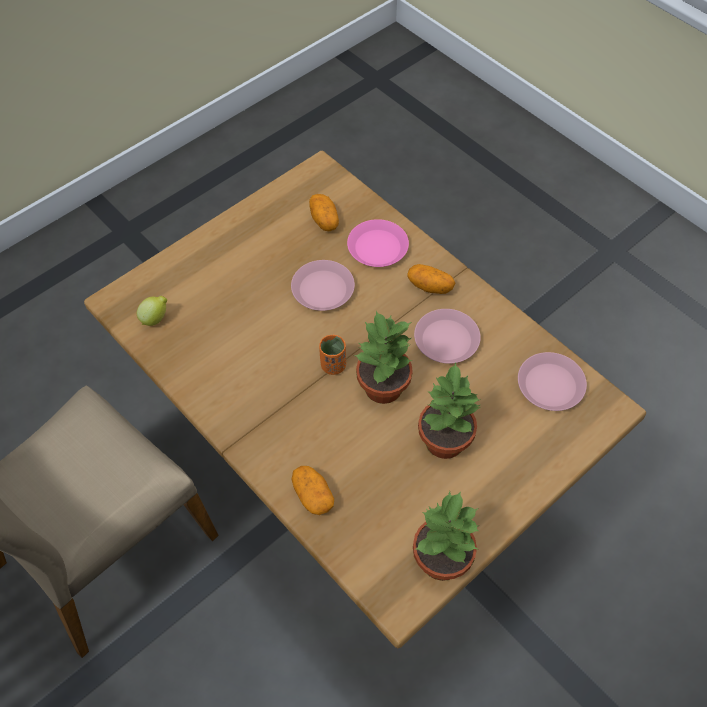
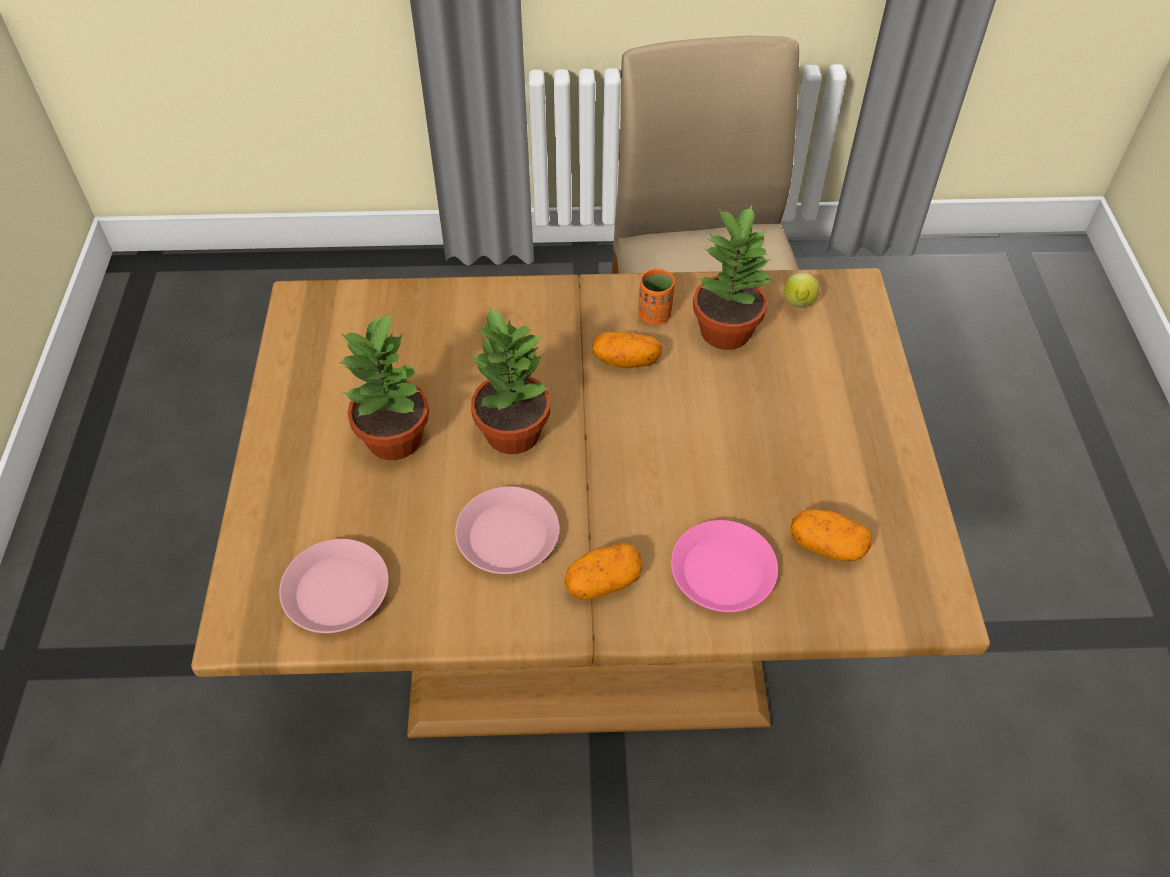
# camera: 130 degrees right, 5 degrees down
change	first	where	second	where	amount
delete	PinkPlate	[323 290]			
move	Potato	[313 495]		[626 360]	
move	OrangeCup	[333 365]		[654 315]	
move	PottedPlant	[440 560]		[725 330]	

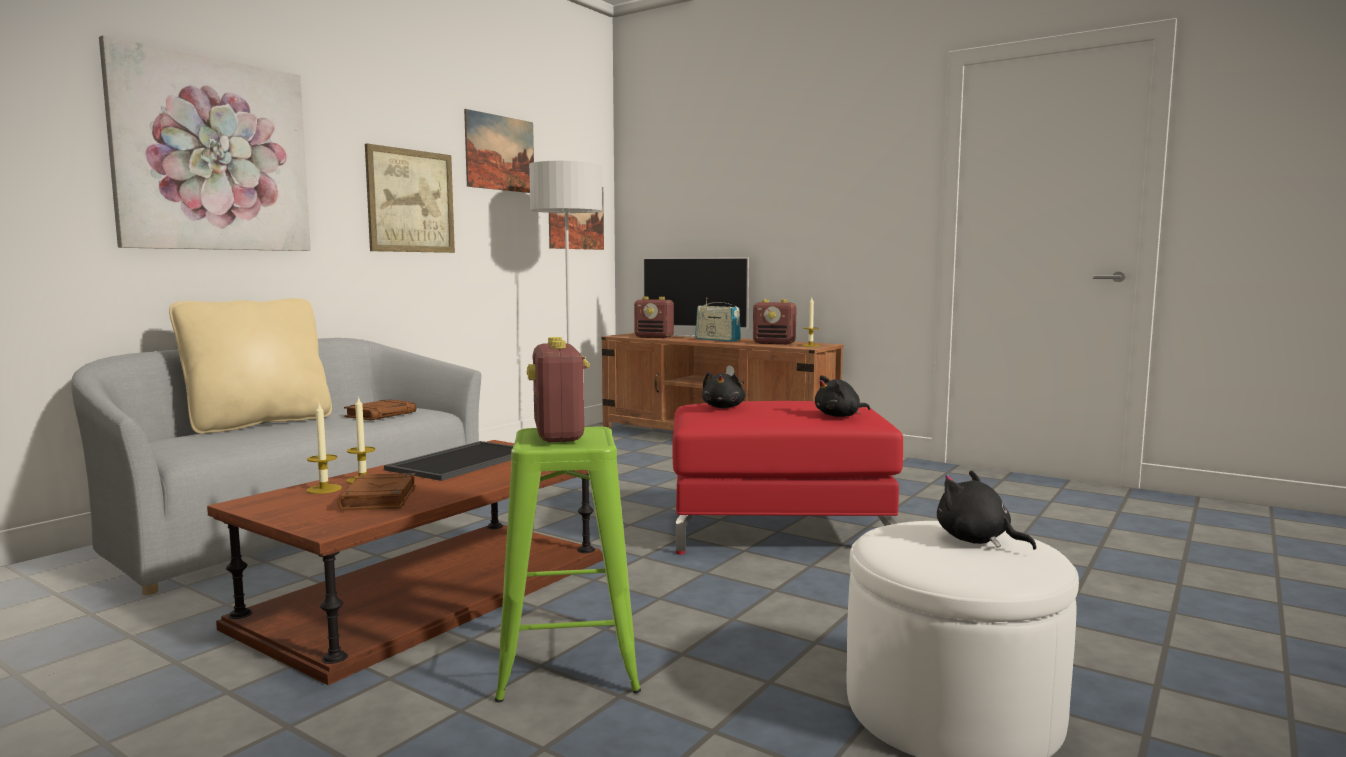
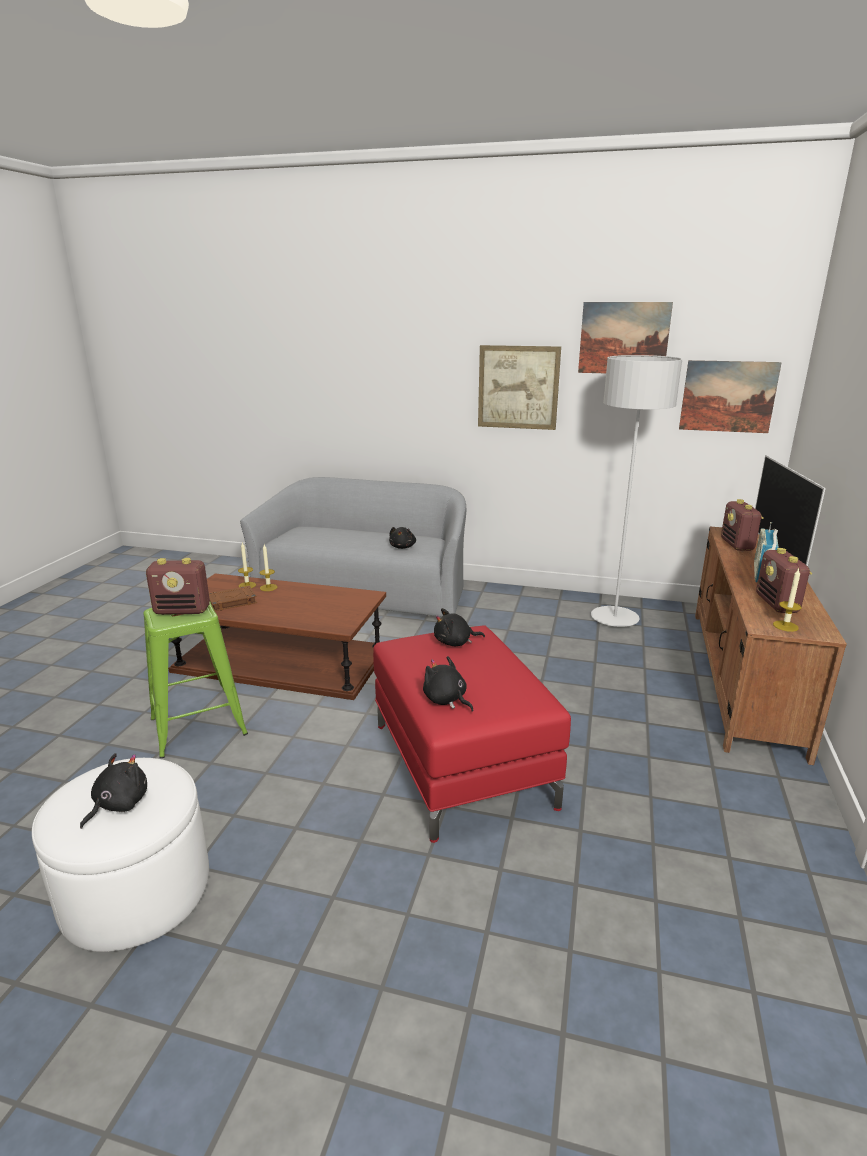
# camera: 70 degrees right, 15 degrees up
change	first	where	second	where	amount
delete	Picture	[213 155]			
delete	BeigePillow	[258 423]			
replace	BrownBook	[381 414]	BlackPlushToy	[403 547]	
delete	Tray	[463 462]			
rotate	Radio	[559 435]		[183 610]	150 degrees counterclockwise

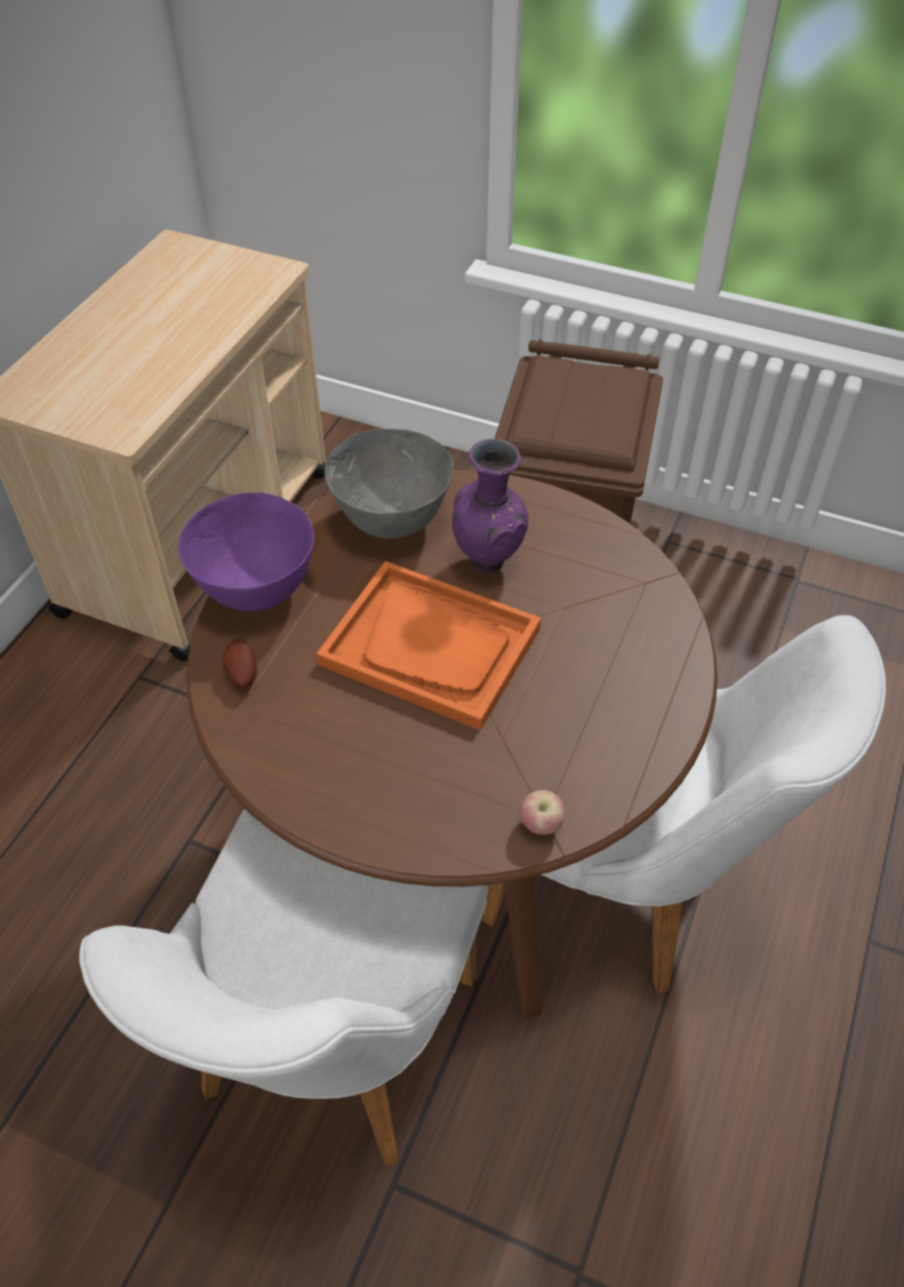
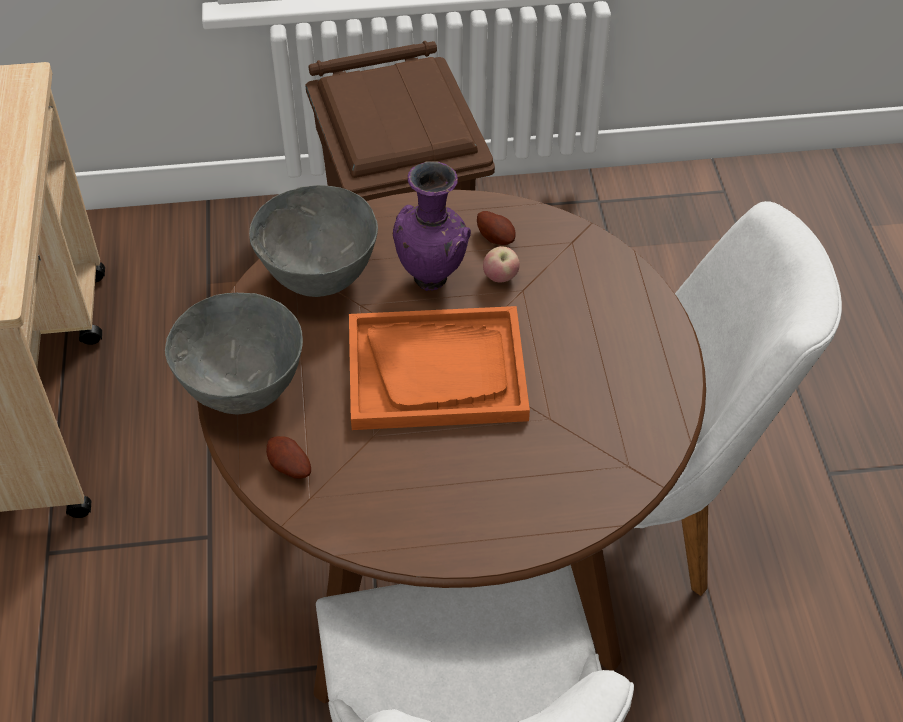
# camera: 30 degrees left, 0 degrees up
change	first	where	second	where	amount
recolor	PurpleBowl	[257 590]	GreyBowl	[244 389]	
move	Apple	[540 825]		[500 278]	
insert			Potato	[496 237]	

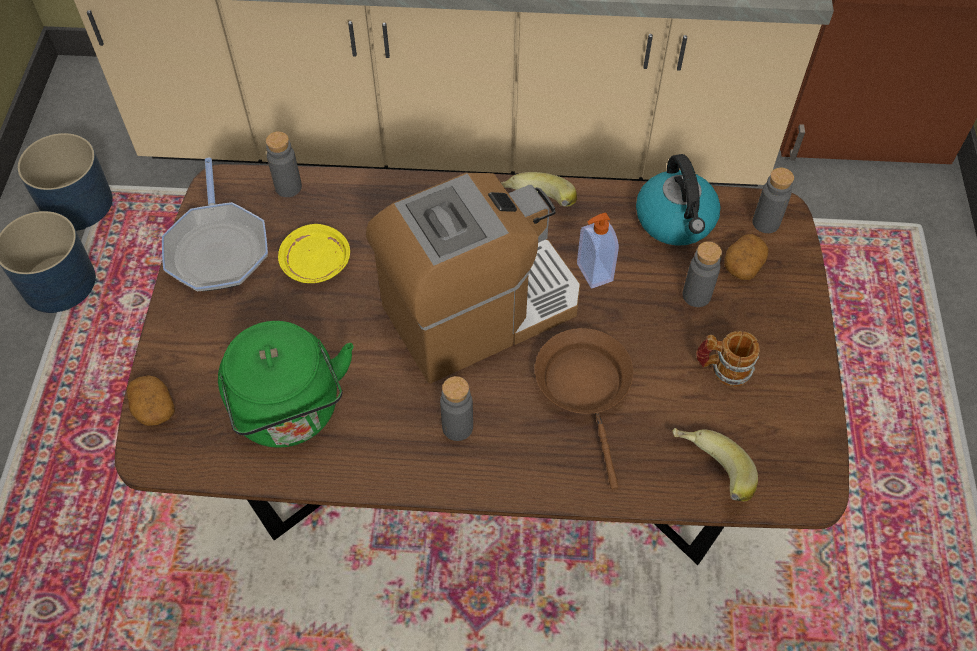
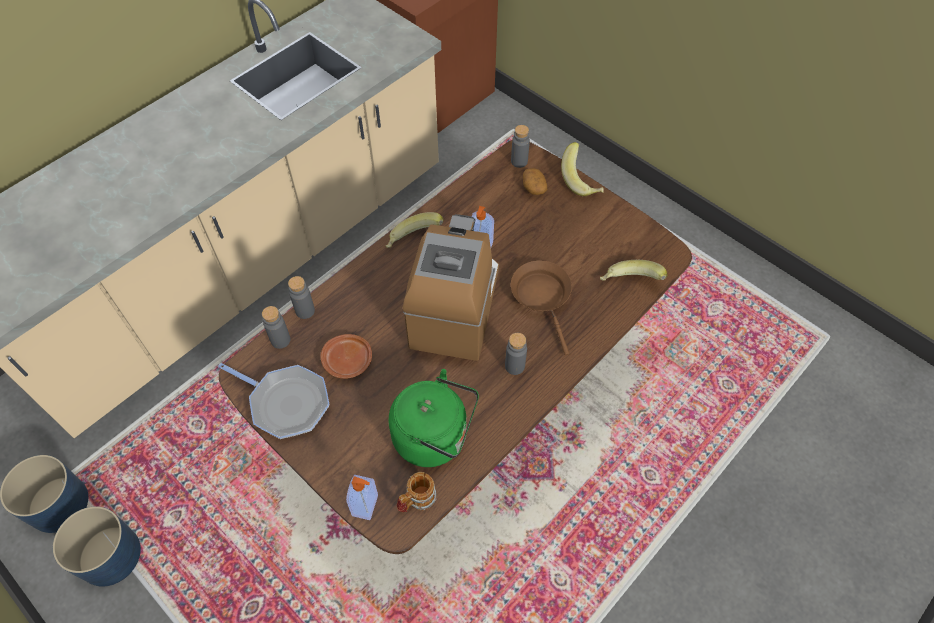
# camera: 50 degrees left, 0 degrees up
change	first	where	second	where	amount
replace	Potato	[153 408]	SoapDispenser	[366 505]	
recolor	YellowPlate	[316 263]	BrownPlate	[348 361]	
rotate	BrownFryingPan	[586 389]		[542 297]	45 degrees clockwise
delete	Kettle	[676 221]			
move	GreyBottle	[696 295]		[305 311]	
move	Mug	[722 369]		[416 501]	
insert			Banana	[582 181]	

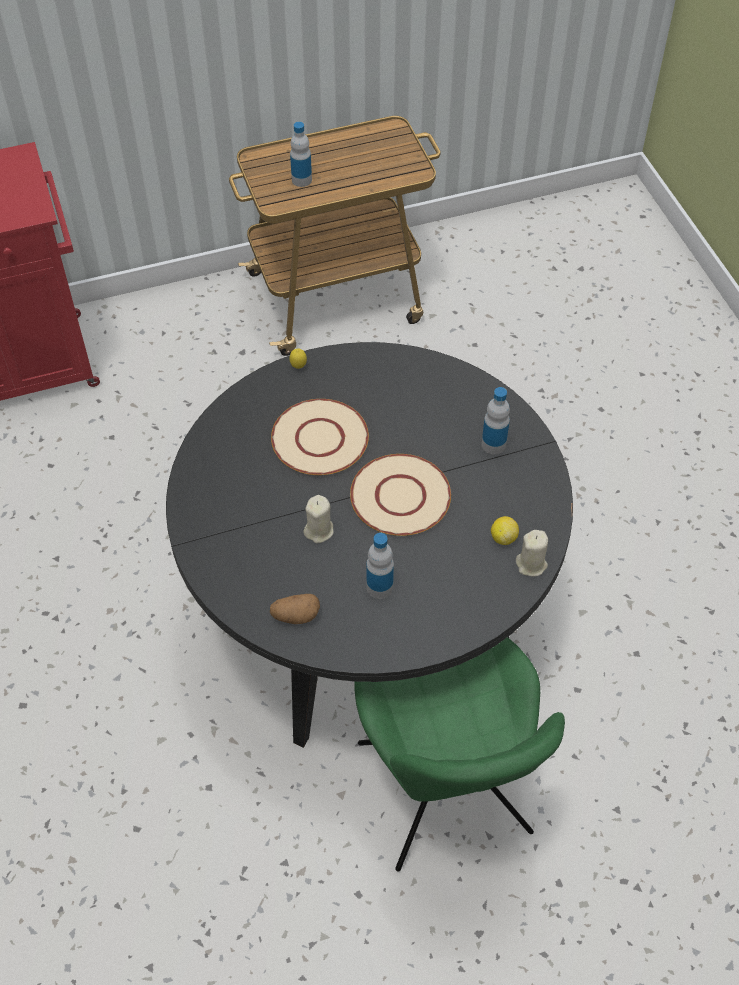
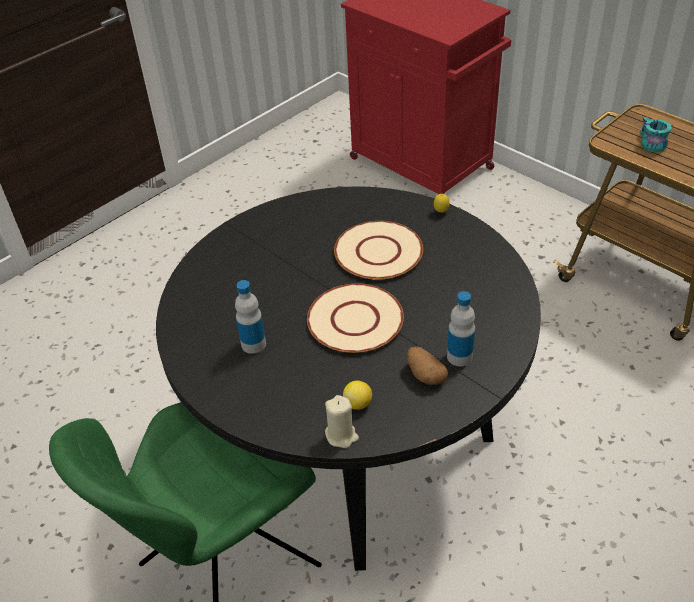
# camera: 65 degrees right, 10 degrees down
change	first	where	second	where	amount
move	Potato	[295 616]		[425 374]	
replace	Bottle	[301 180]	TurquoiseMug	[649 143]	
delete	BeigeCandle	[319 530]			

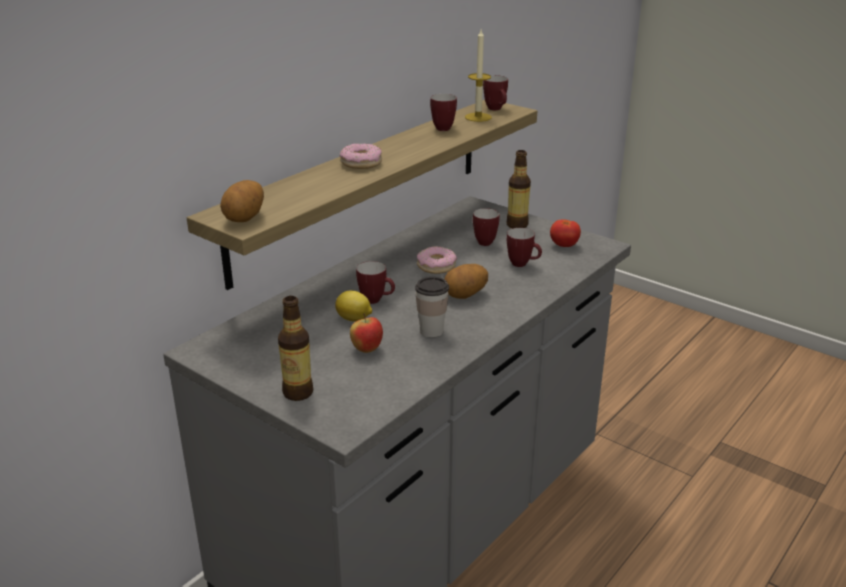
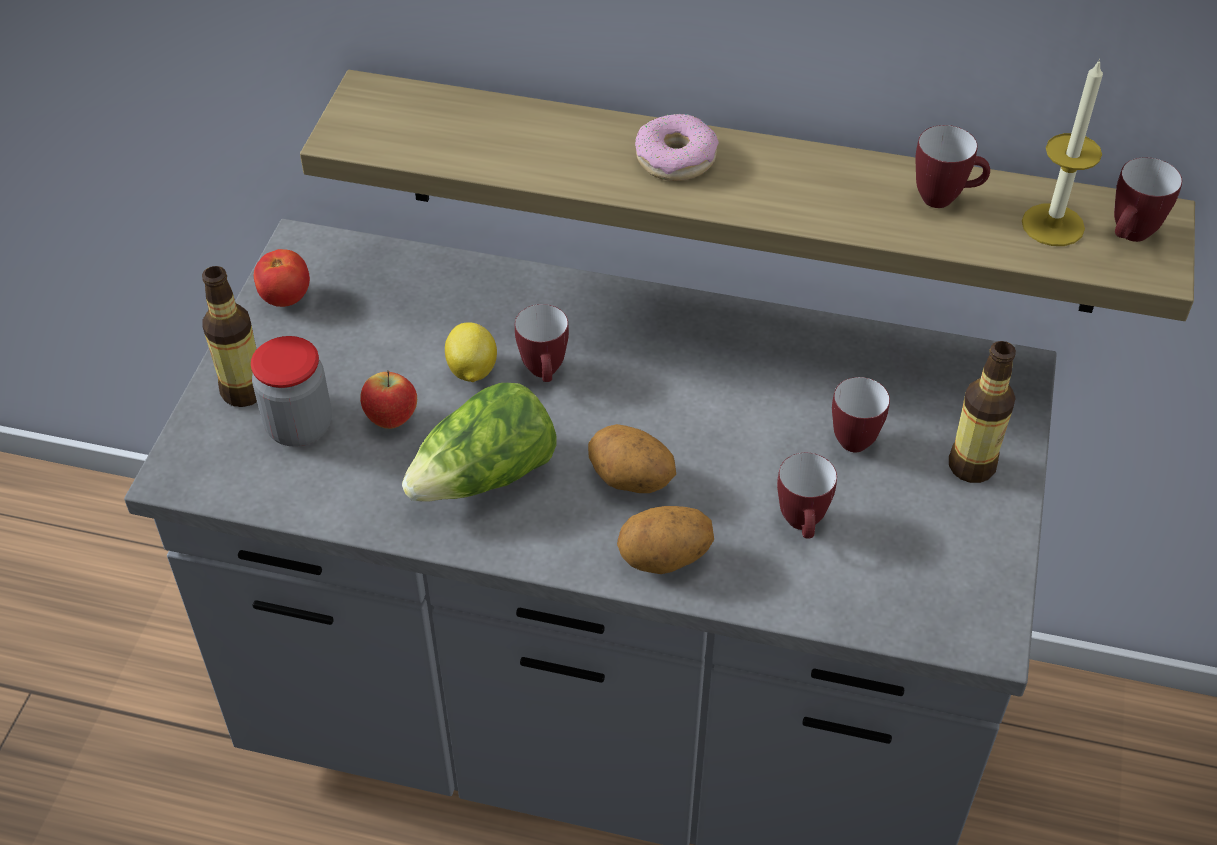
# camera: 65 degrees right, 20 degrees up
change	first	where	second	where	amount
move	Potato	[245 218]		[664 559]	
replace	Cup	[431 331]	Lettuce	[485 477]	
delete	Donut	[436 266]			
move	Tomato	[564 245]		[285 297]	
insert			Jar	[299 426]	

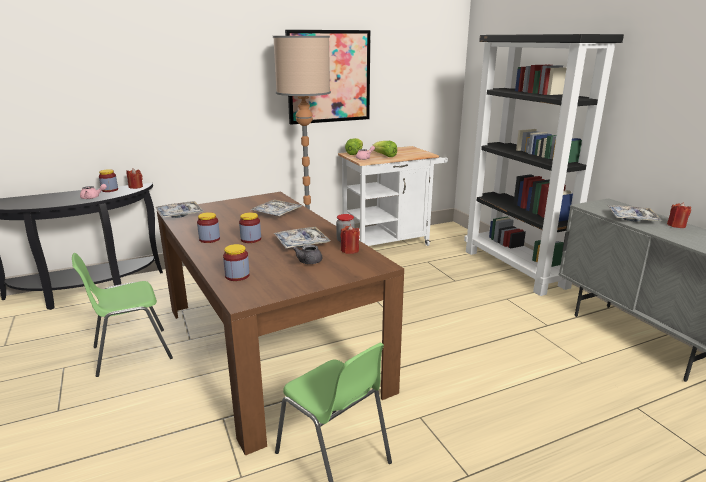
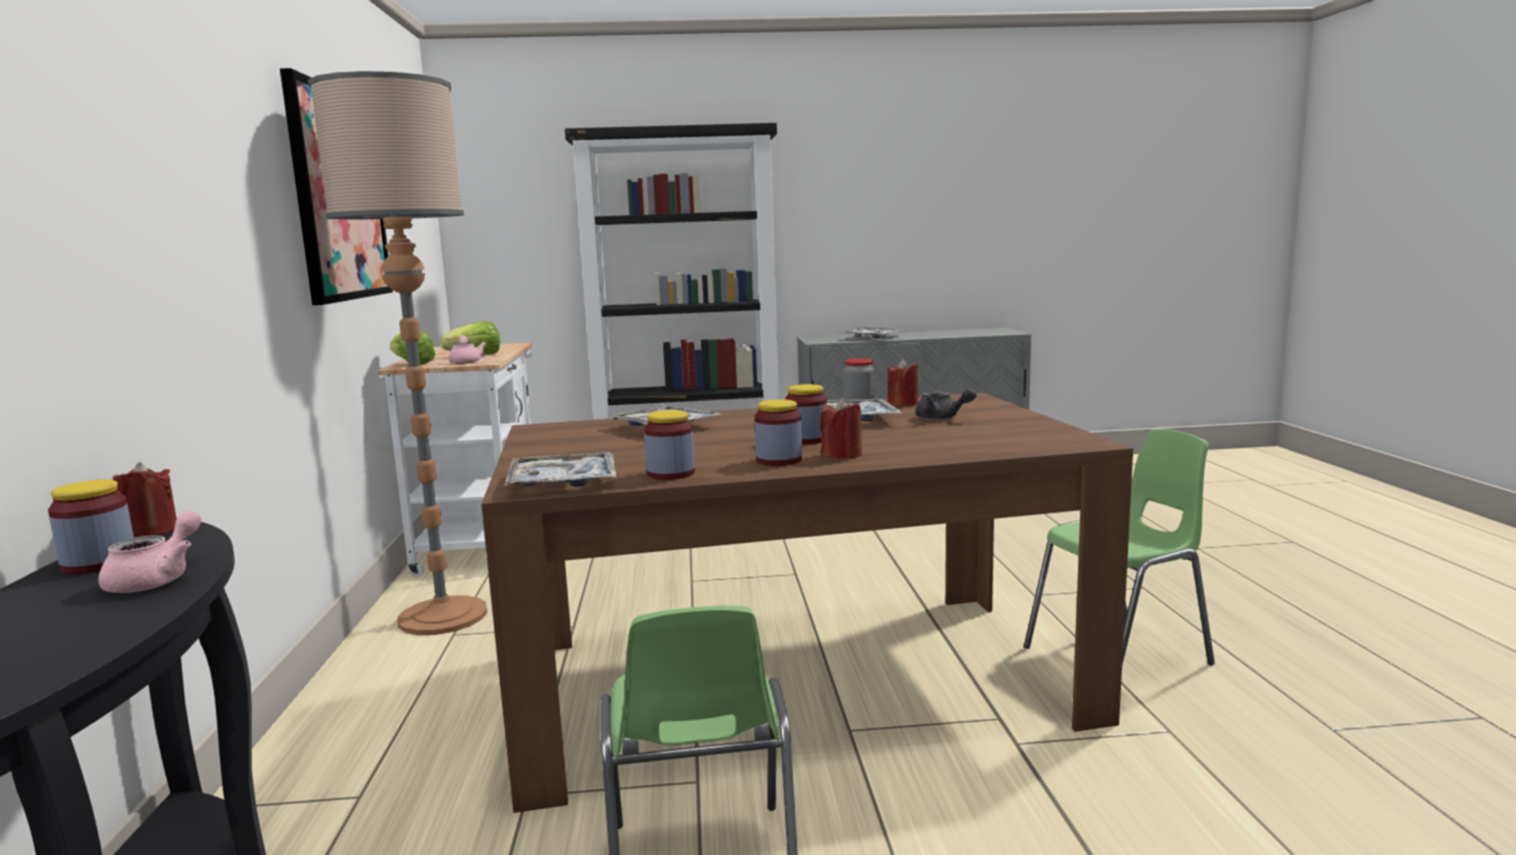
# camera: 70 degrees left, 10 degrees down
change	first	where	second	where	amount
move	Jar	[237 276]		[671 473]	
move	RedCandle	[676 225]		[842 455]	

